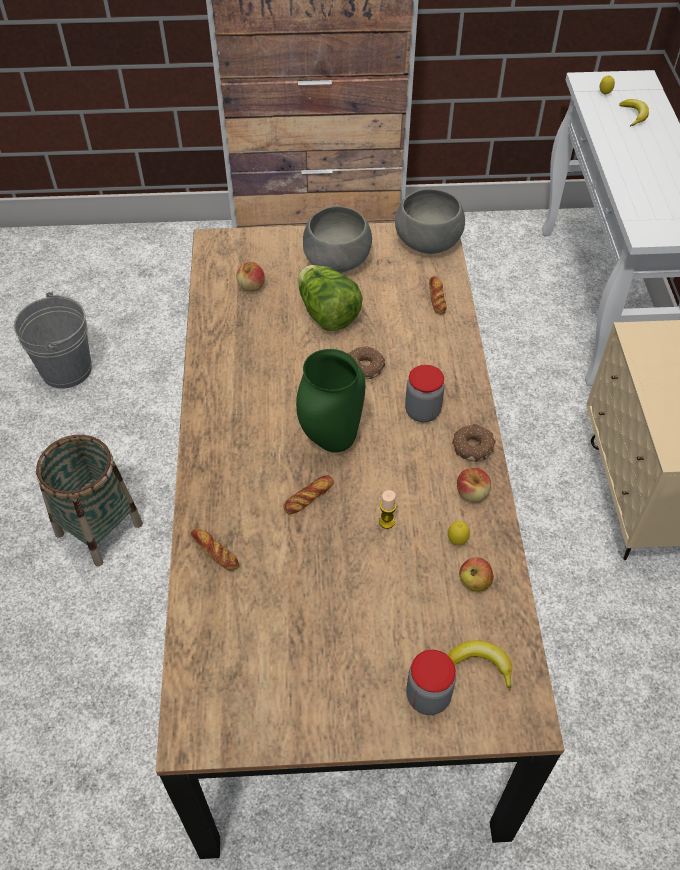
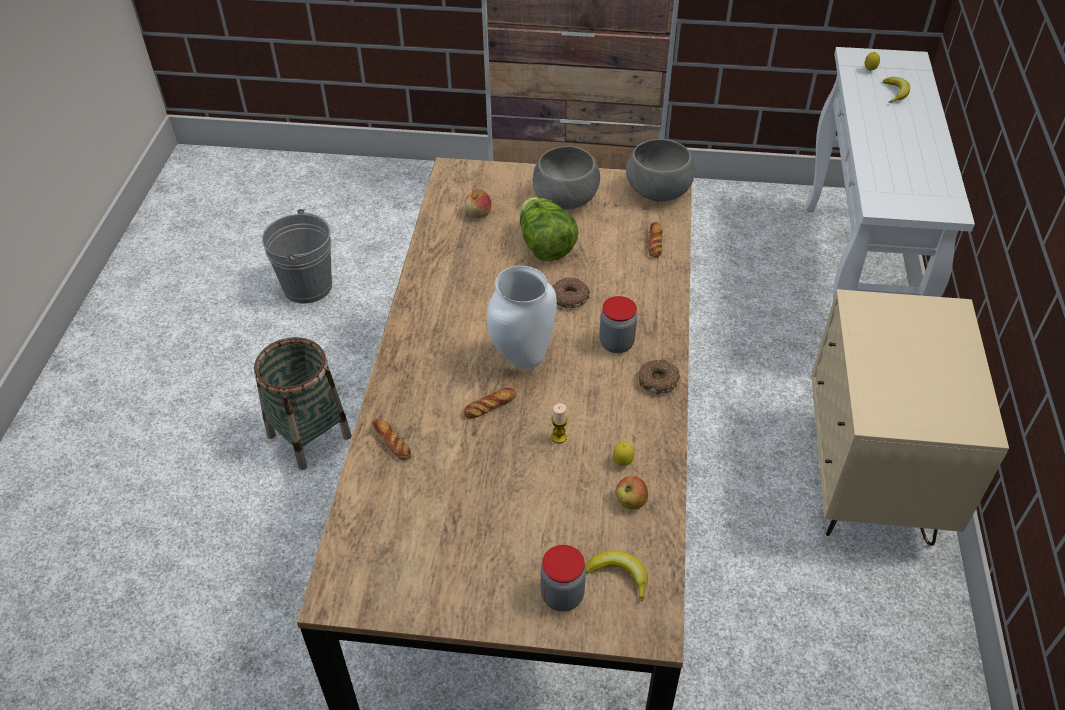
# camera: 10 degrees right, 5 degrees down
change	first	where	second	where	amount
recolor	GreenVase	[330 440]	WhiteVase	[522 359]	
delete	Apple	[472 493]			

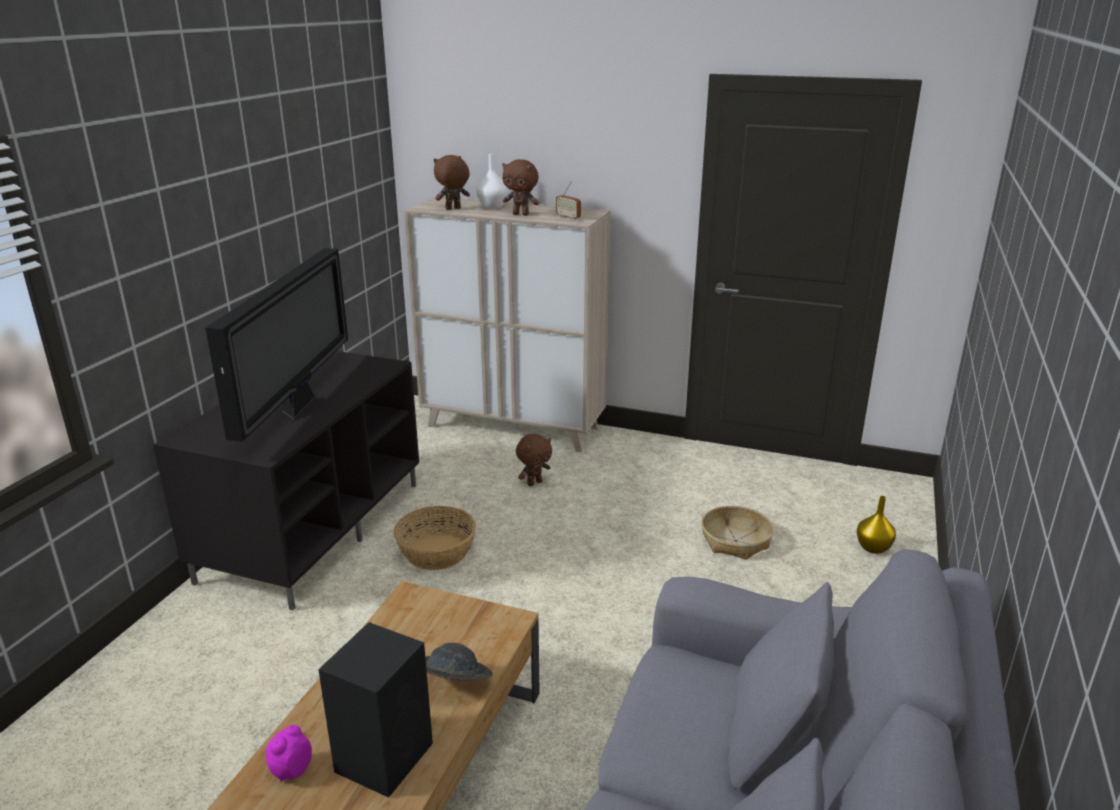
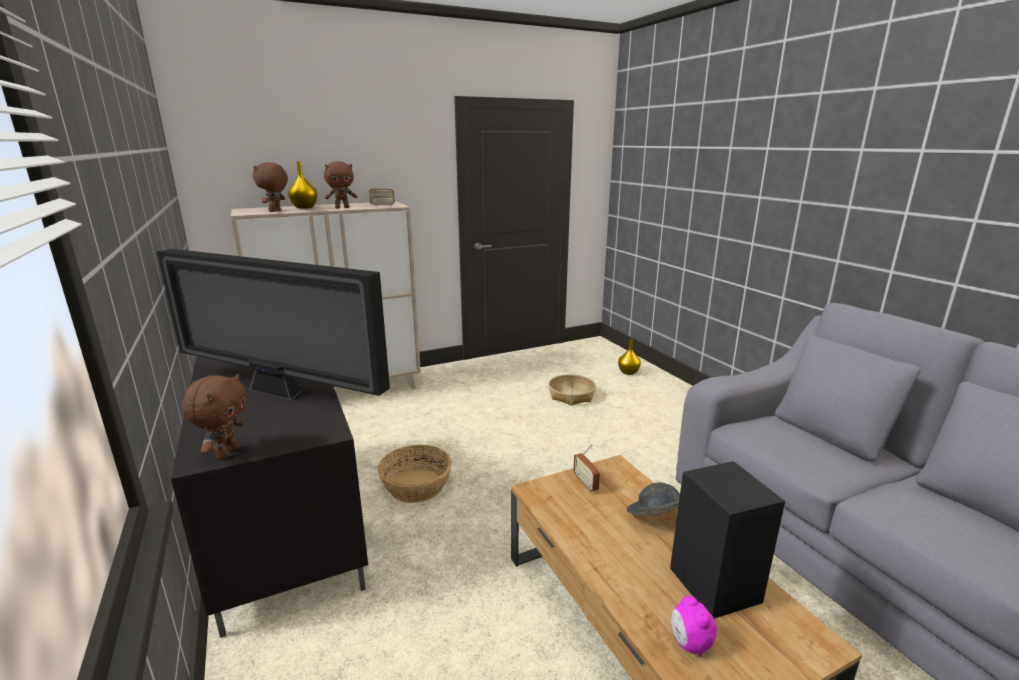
# camera: 45 degrees left, 5 degrees down
change	first	where	second	where	amount
rotate	Television	[299 405]		[279 393]	150 degrees clockwise
recolor	WhiteVase	[492 207]	YellowVase	[304 207]	
move	BrownPlushToy	[534 483]		[226 453]	
insert			Radio	[585 484]	

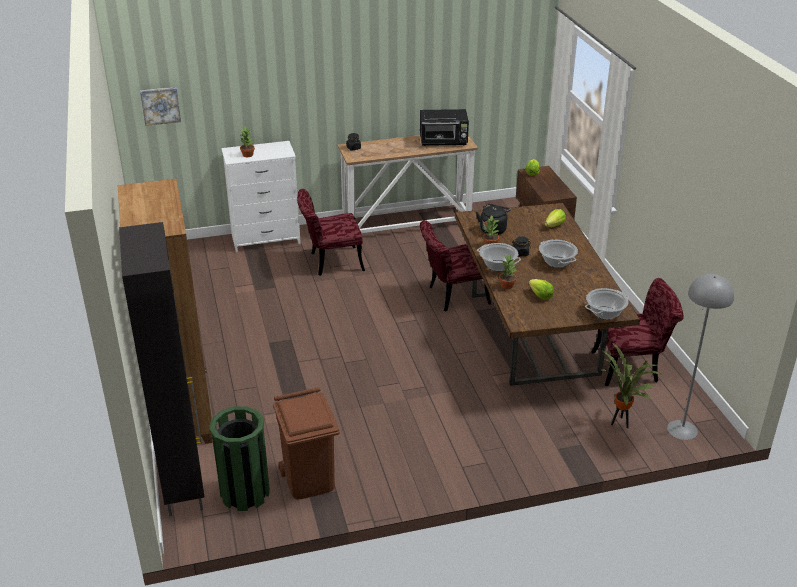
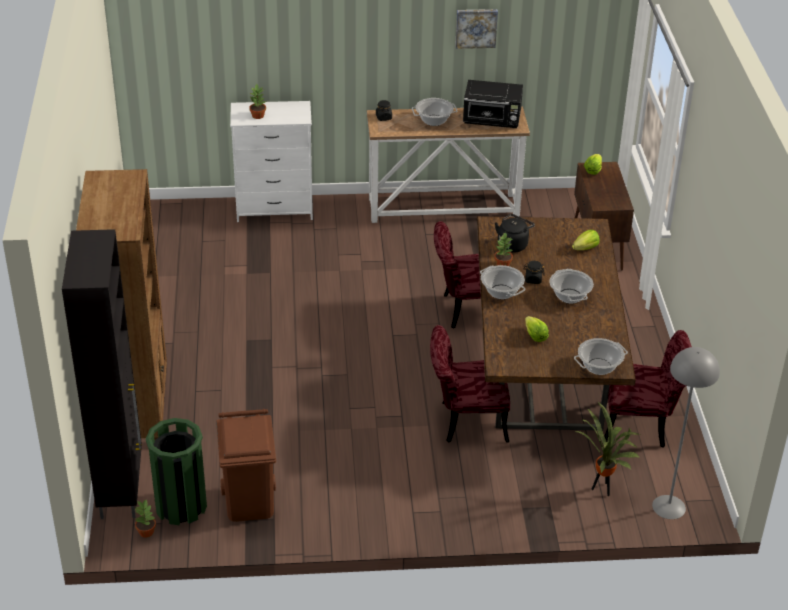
# camera: 10 degrees right, 5 degrees up
change	first	where	second	where	amount
move	Picture	[160 105]		[476 27]	
move	RedChair	[330 262]		[465 421]	
move	PottedPlant	[506 285]		[146 531]	
insert			CookingPot	[433 120]	

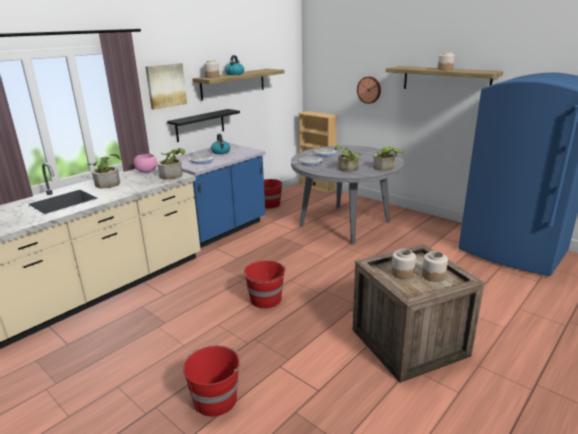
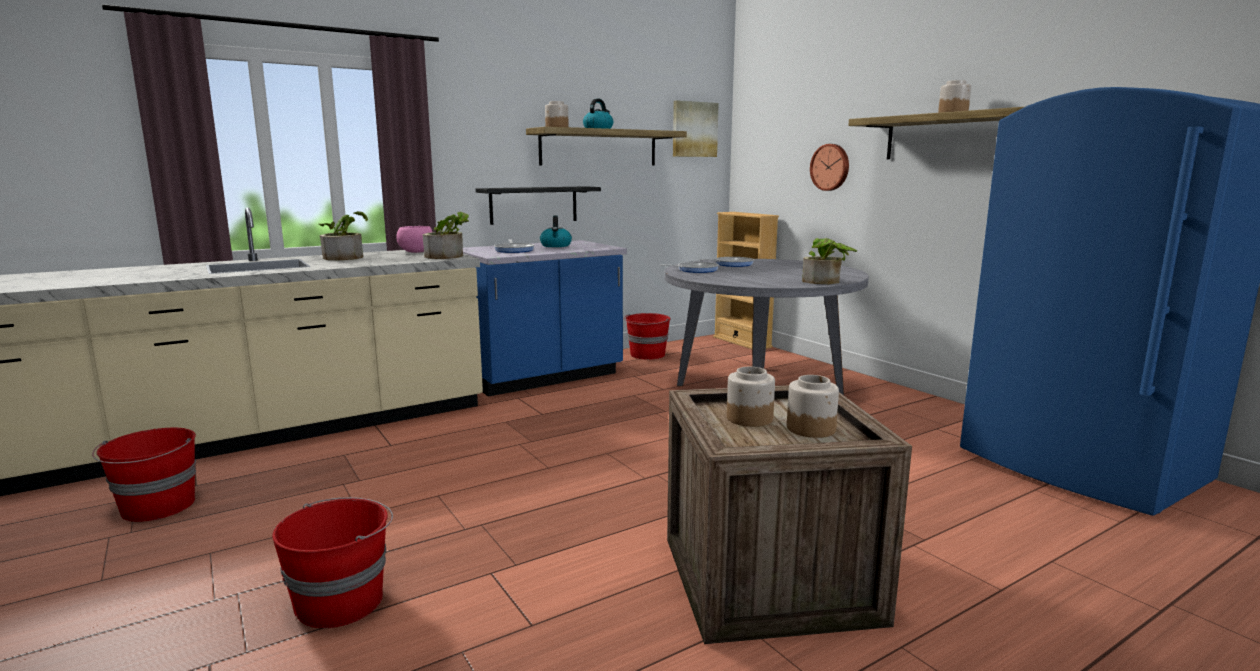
# camera: 15 degrees right, 10 degrees down
change	first	where	second	where	amount
move	Picture	[166 85]		[694 129]	
move	RedBucket	[266 299]		[158 507]	
delete	PottedPlant	[347 169]			

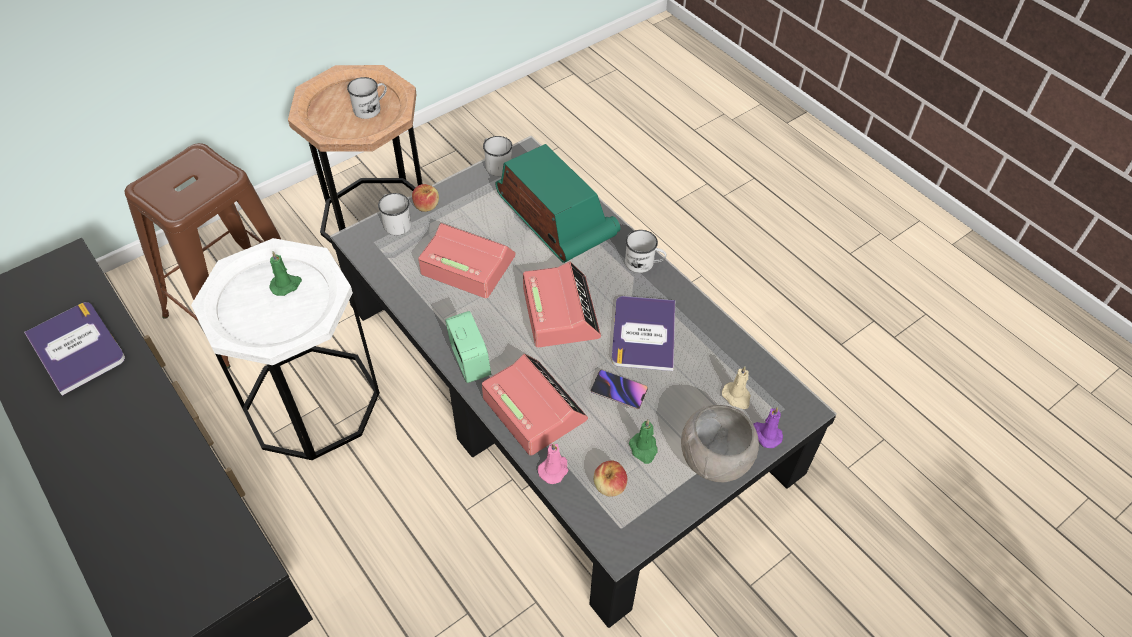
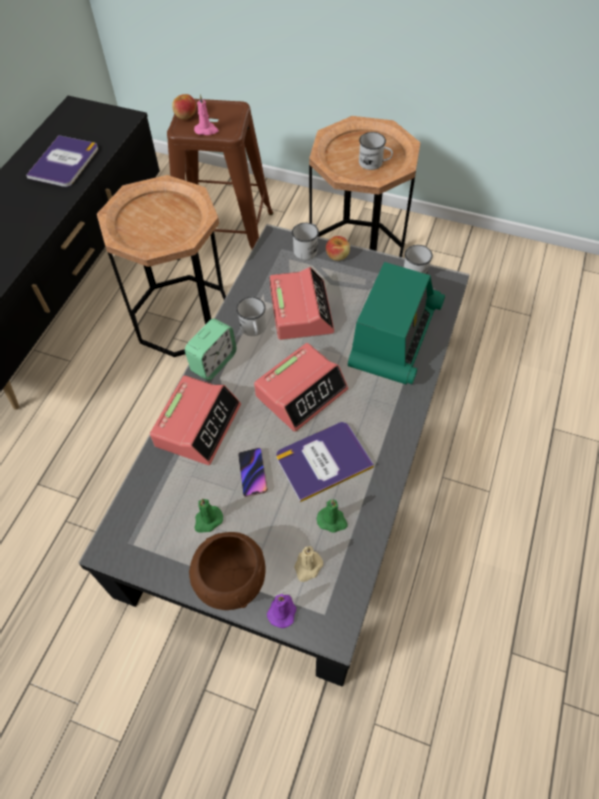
# camera: 60 degrees right, 5 degrees up
change	first	where	second	where	amount
recolor	WhiteSideTable	[312 401]	BrownSideTable	[182 315]	
move	GreenCandle	[286 285]		[332 520]	
move	PinkCandle	[554 469]		[206 130]	
move	Apple	[609 486]		[185 115]	
move	WhiteMug	[644 263]		[254 330]	
recolor	GreyBowl	[715 460]	BrownBowl	[230 581]	

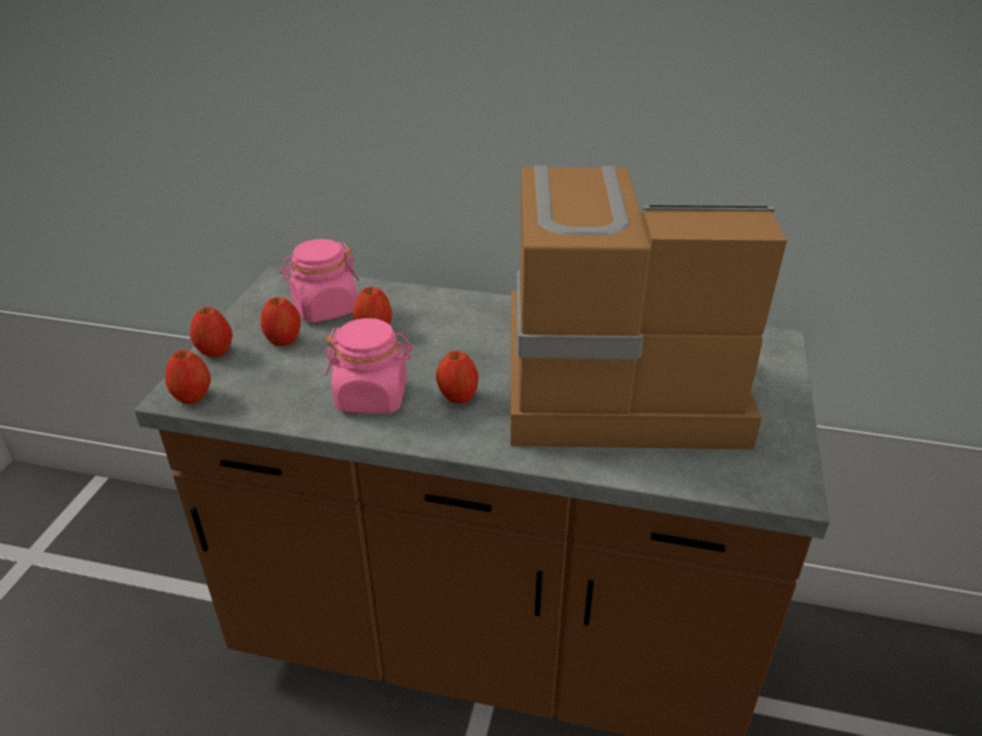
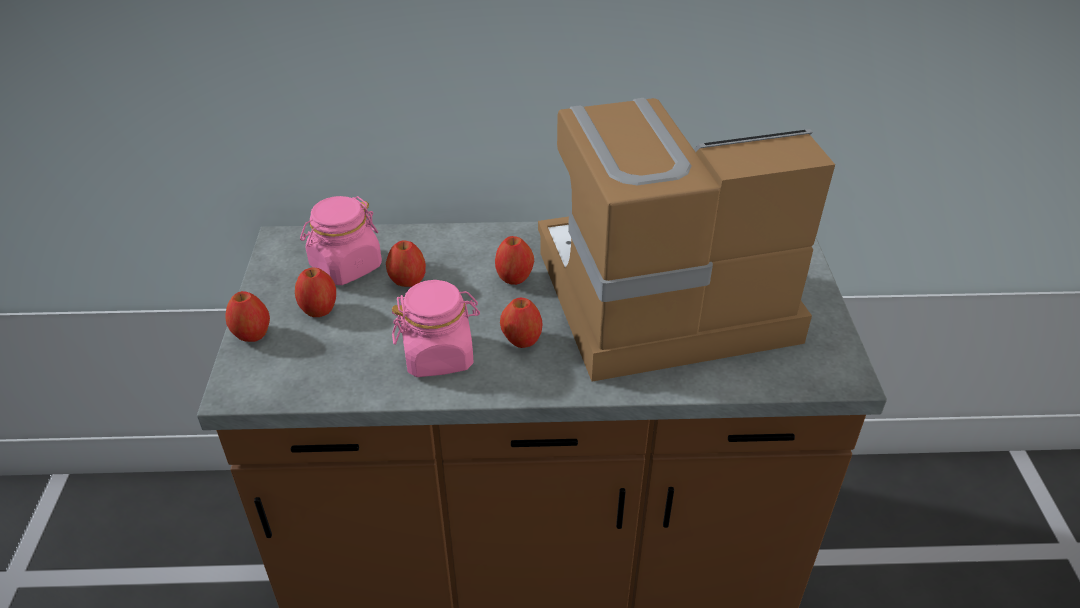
# camera: 15 degrees left, 5 degrees up
change	first	where	second	where	amount
move	Apple	[193 396]		[514 278]	

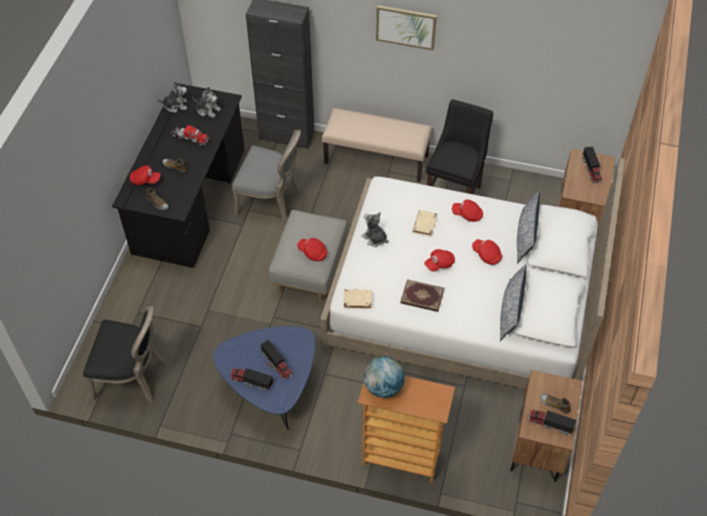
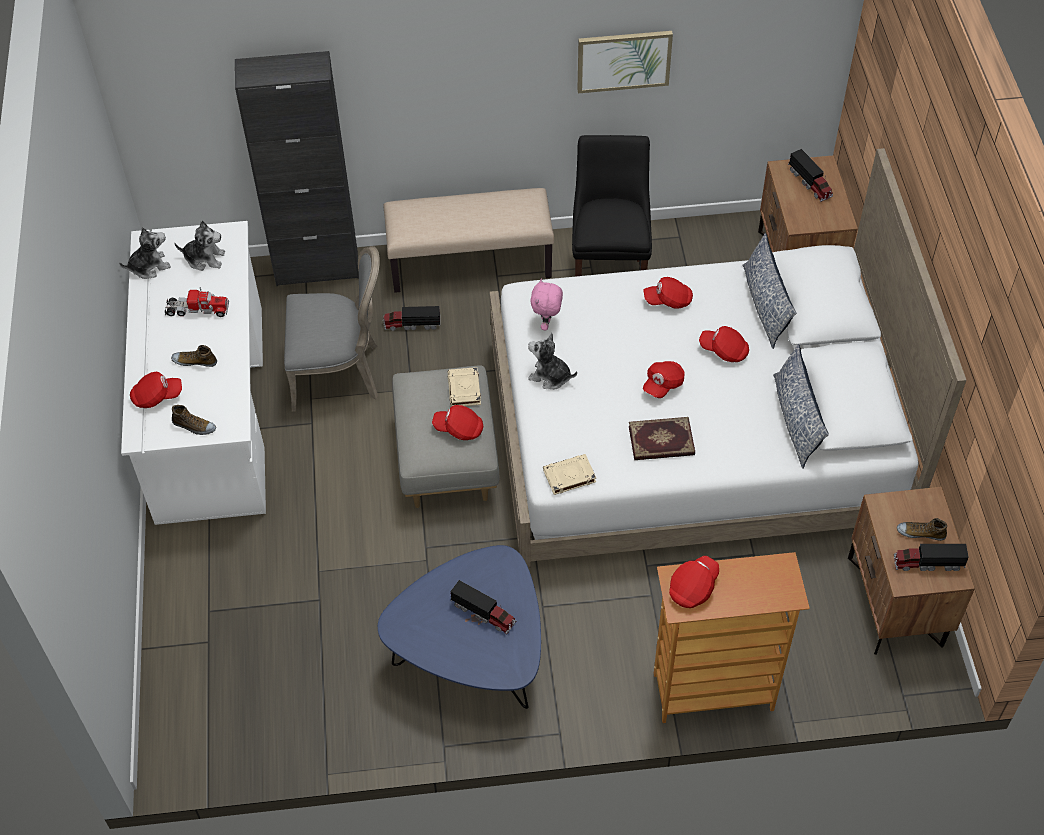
# camera: 20 degrees left, 0 degrees up
change	first	where	second	where	amount
delete	BlackChair	[132 376]			
recolor	BlackDesk	[189 201]	WhiteDesk	[210 412]	
move	ToyTruck	[251 381]		[411 324]	
replace	Globe	[383 387]	RedCap	[693 587]	
move	Picture	[406 26]		[623 60]	
move	BeigeBook	[425 225]		[464 390]	
insert			PinkPlushToy	[547 324]	

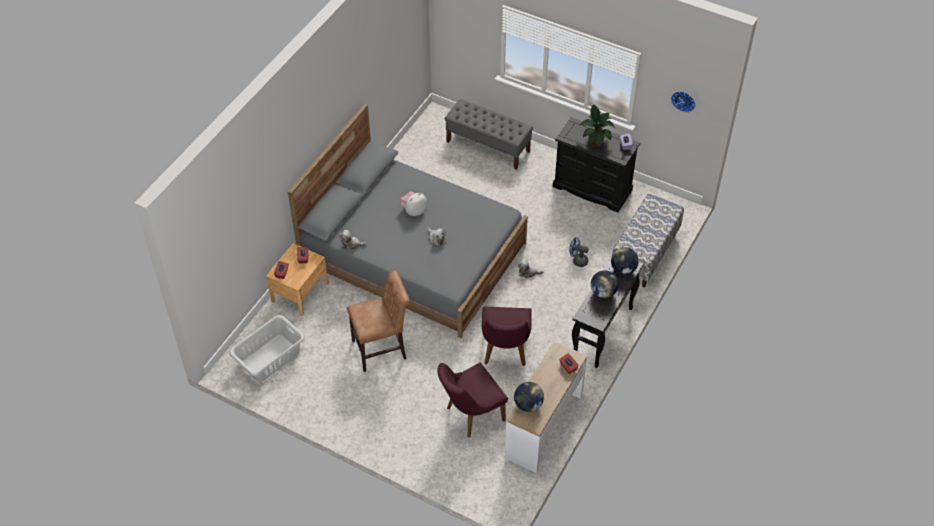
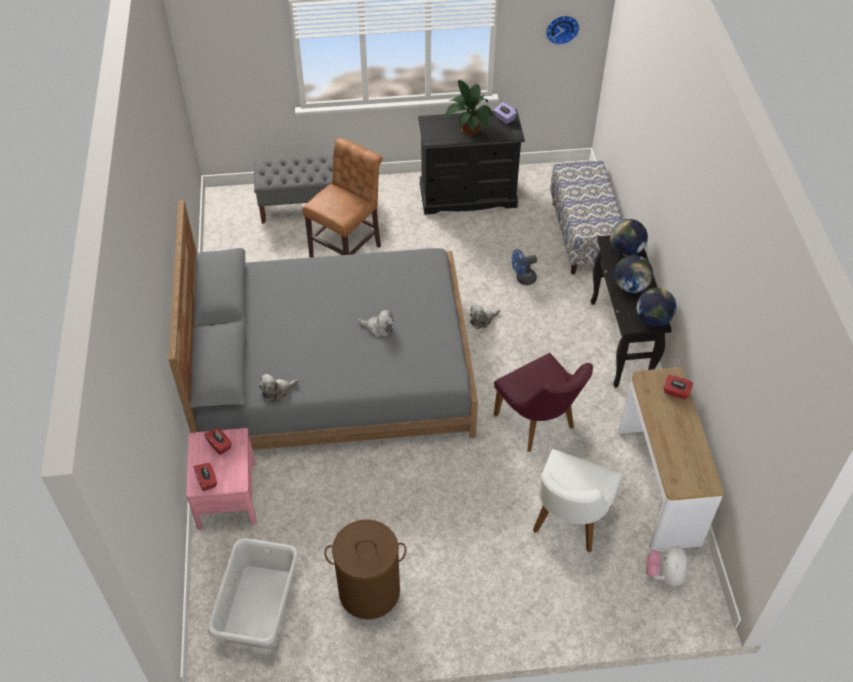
# camera: 35 degrees left, 0 degrees up
change	first	where	second	where	amount
recolor	BrownNightstand	[299 292]	PinkNightstand	[227 495]	
move	BrownChair	[382 349]		[348 250]	
move	PlushToy	[413 211]		[664 574]	
recolor	PurpleChair	[470 415]	WhiteChair	[567 524]	
move	Globe	[528 405]		[653 320]	
insert			BrownLaundryBasket	[369 591]	

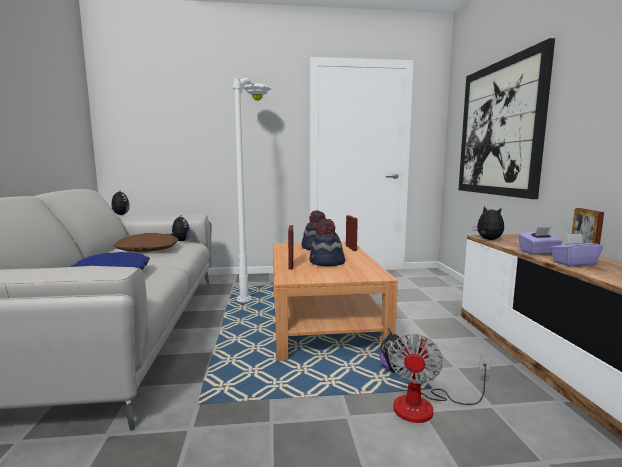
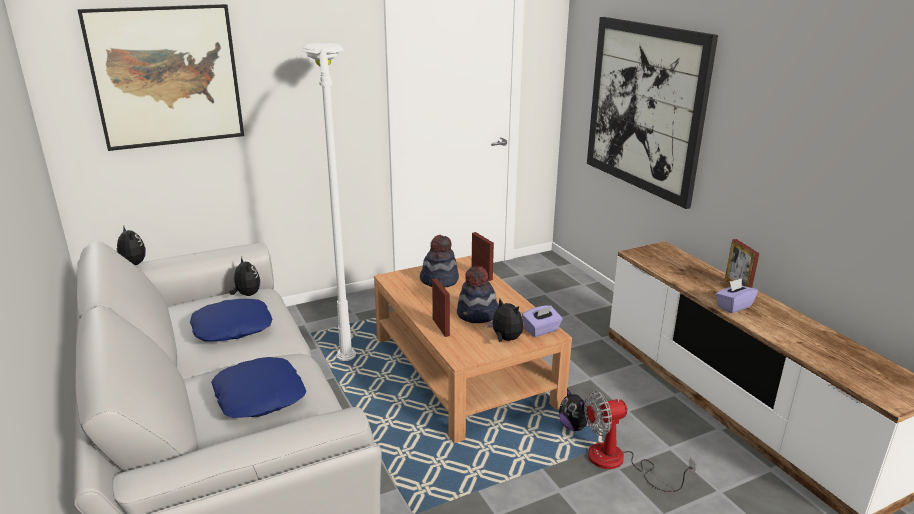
# camera: 20 degrees left, 15 degrees up
change	first	where	second	where	amount
recolor	BrownPillow	[148 249]	BluePillow	[232 327]	
rotate	Fan	[426 406]		[618 462]	75 degrees clockwise
move	PlushToy	[488 240]		[505 339]	
move	PurpleTissueBox	[538 252]		[541 330]	
insert			Picture	[167 76]	

